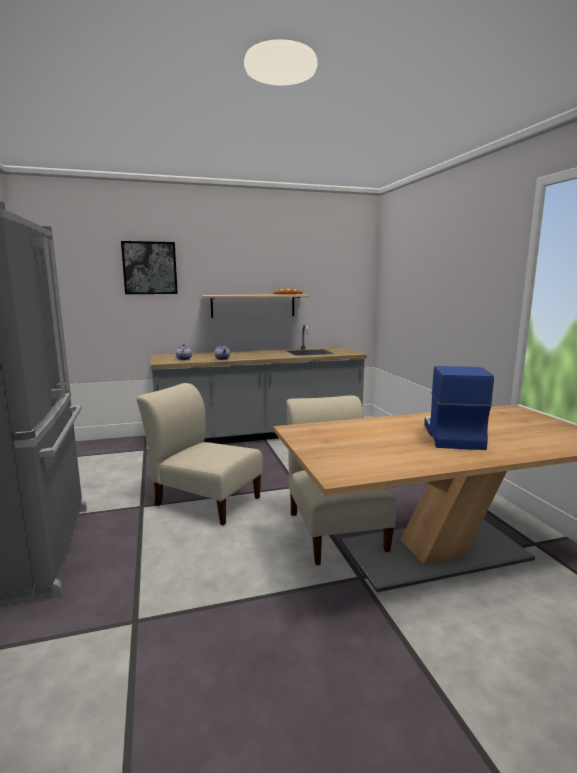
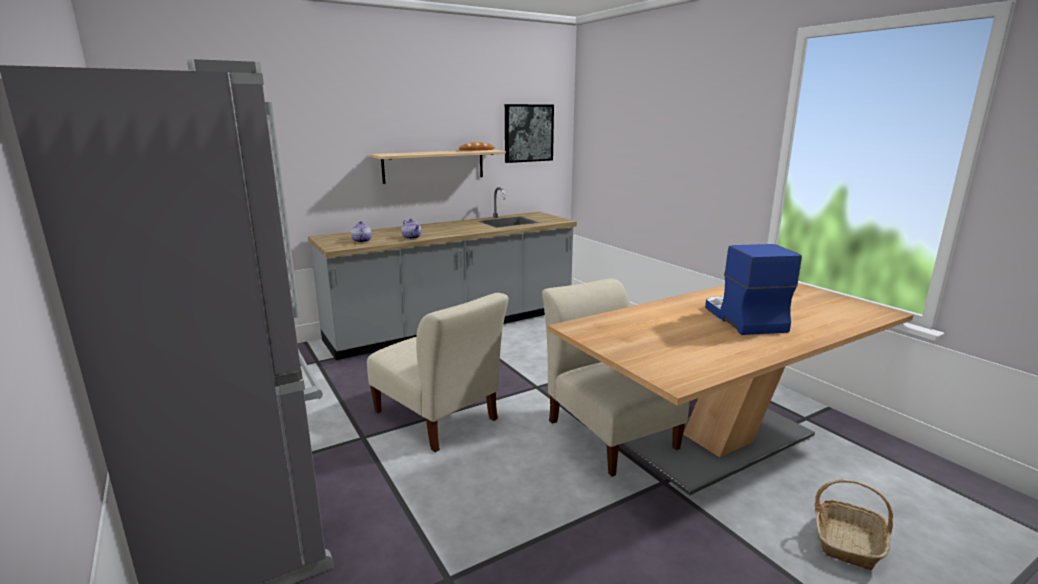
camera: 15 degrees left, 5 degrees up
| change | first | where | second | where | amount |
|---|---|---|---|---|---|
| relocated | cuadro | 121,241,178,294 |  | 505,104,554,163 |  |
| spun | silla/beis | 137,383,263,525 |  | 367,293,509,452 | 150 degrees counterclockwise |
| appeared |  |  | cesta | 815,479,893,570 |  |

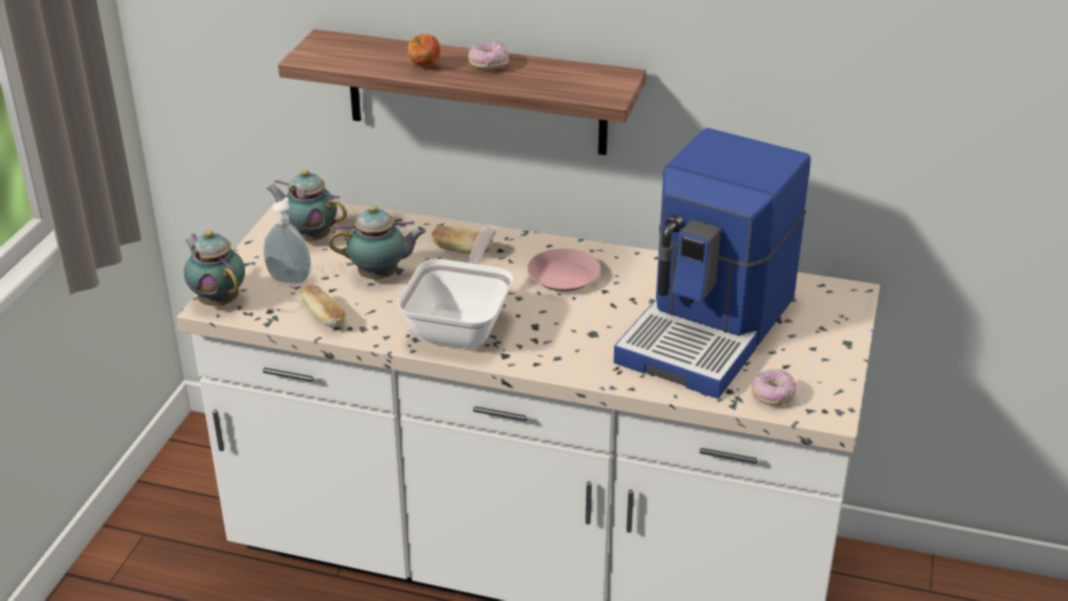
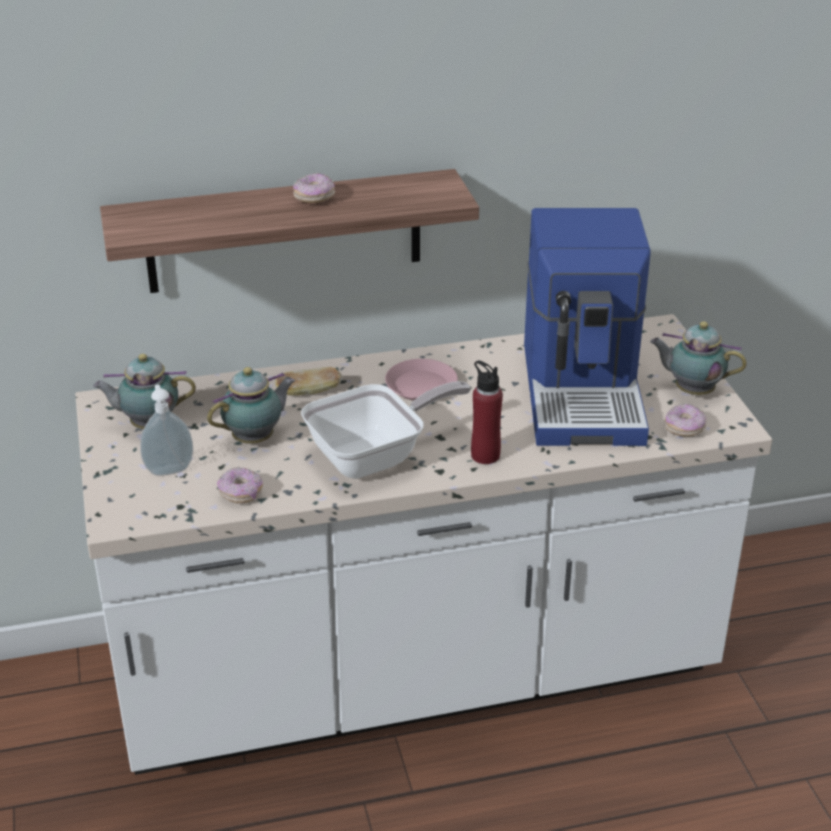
camera: 30 degrees left, 0 degrees up
| change | first | where | second | where | amount |
|---|---|---|---|---|---|
| missing | manzana | 408,34,440,67 |  |  |  |
| spun | sartén | 397,227,513,348 |  | 301,381,471,479 | 75 degrees clockwise |
| relocated | tetera | 184,230,245,306 |  | 650,321,747,395 |  |
| exchanged | pan | 301,285,346,328 | rosquilla | 217,467,263,503 |  |
| appeared |  |  | botella/rojo | 471,361,503,464 |  |

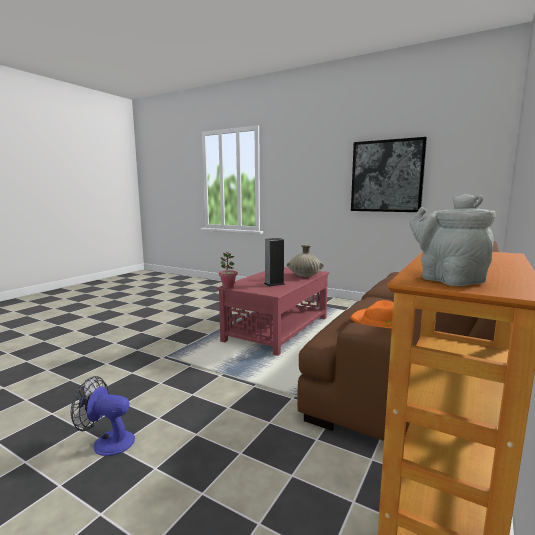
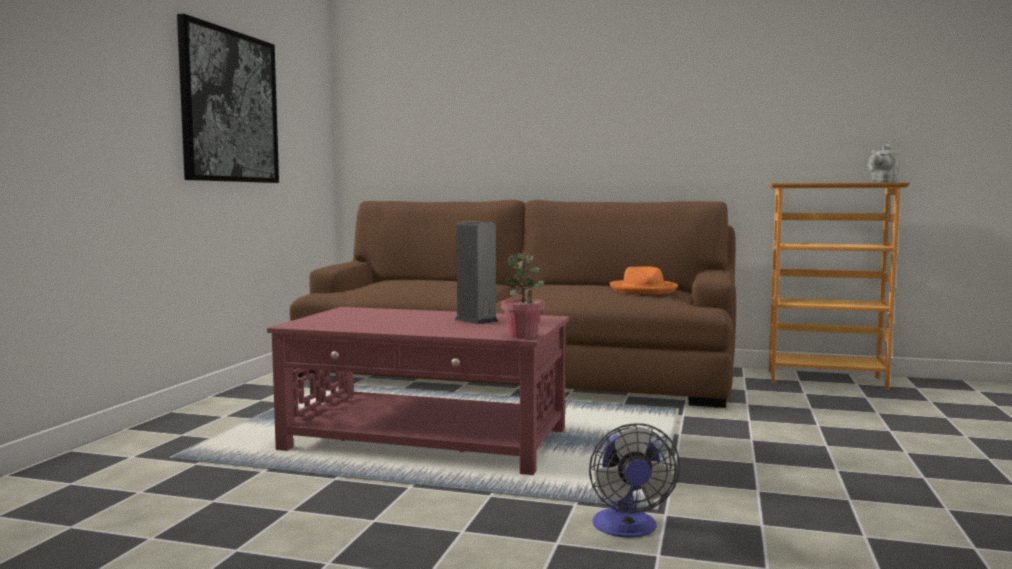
camera: 105 degrees left, 5 degrees down
| change | first | where | second | where | amount |
|---|---|---|---|---|---|
| missing | florero/beis | 287,245,324,277 |  |  |  |
| relocated | ventilador | 71,376,135,456 |  | 589,424,680,538 |  |

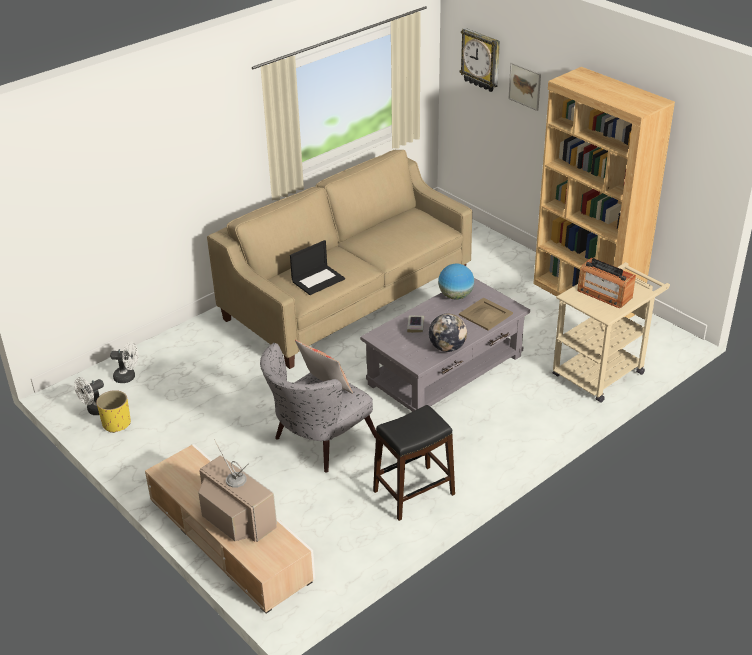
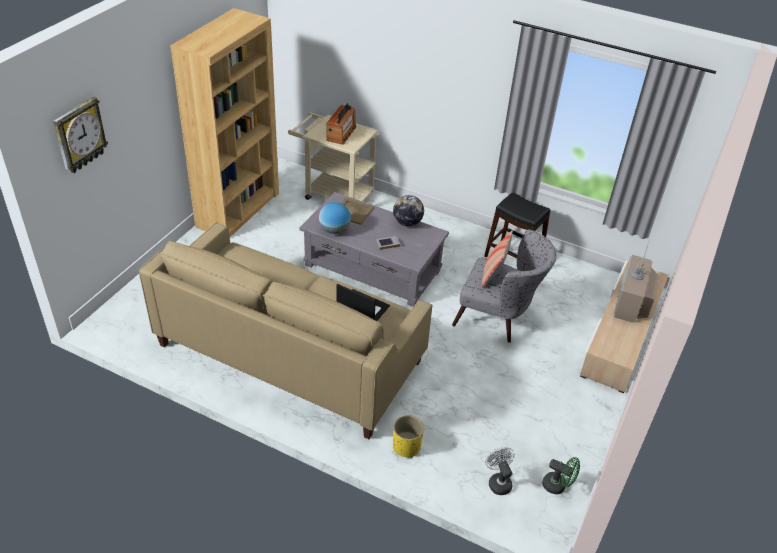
camera: 115 degrees left, 5 degrees up
| change | first | where | second | where | amount |
|---|---|---|---|---|---|
| missing | cuadro | 508,62,541,111 |  |  |  |
| colour | ventilador/blanco | 74,377,104,415 | ventilador/verde | 542,457,580,494 |  |
| relocated | maceta/amarillo | 96,390,131,433 |  | 393,415,424,458 |  |

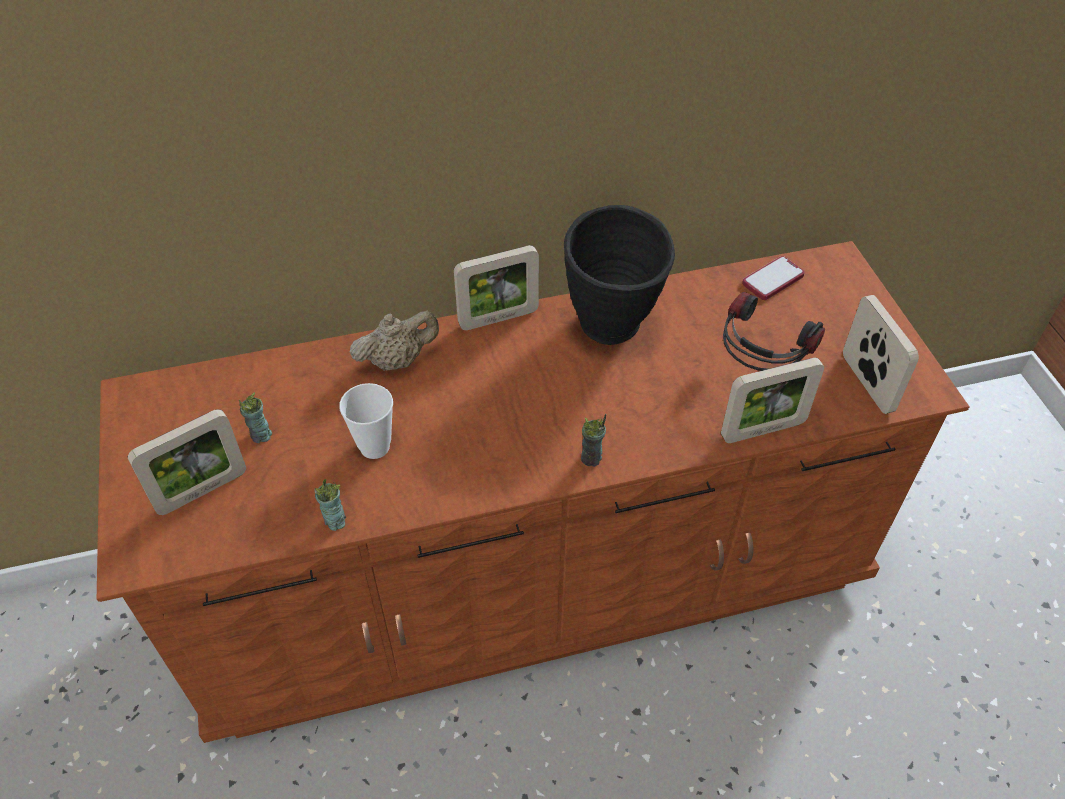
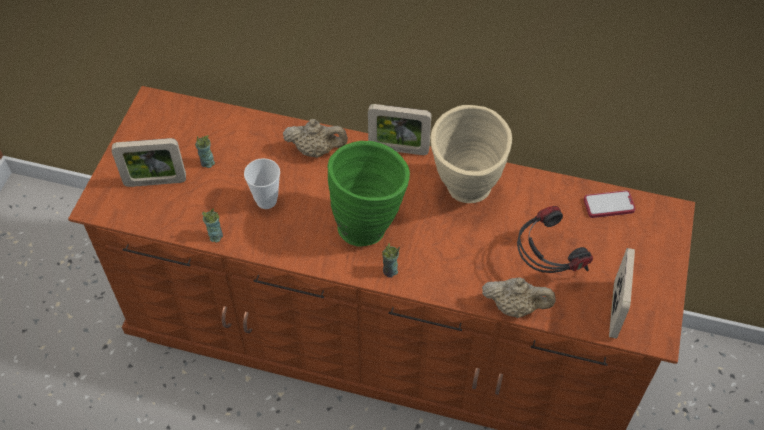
camera: 30 degrees right, 5 degrees up
| change | first | where | second | where | amount |
|---|---|---|---|---|---|
| colour | florero/negro | 564,205,675,345 | florero/beis | 431,105,512,203 |  |
| exchanged | portarretratos | 721,358,824,443 | tetera/beis | 482,278,556,318 |  |
| appeared |  |  | florero/verde | 328,141,410,247 |  |

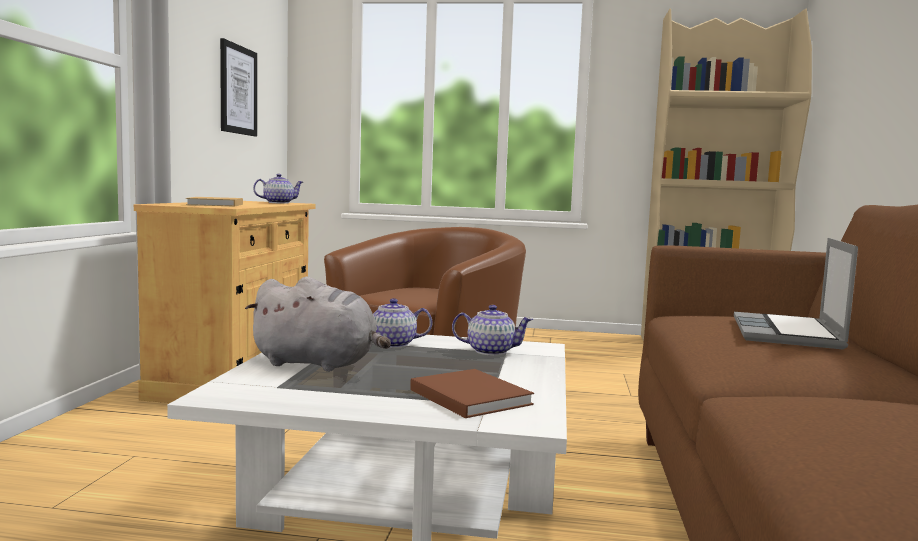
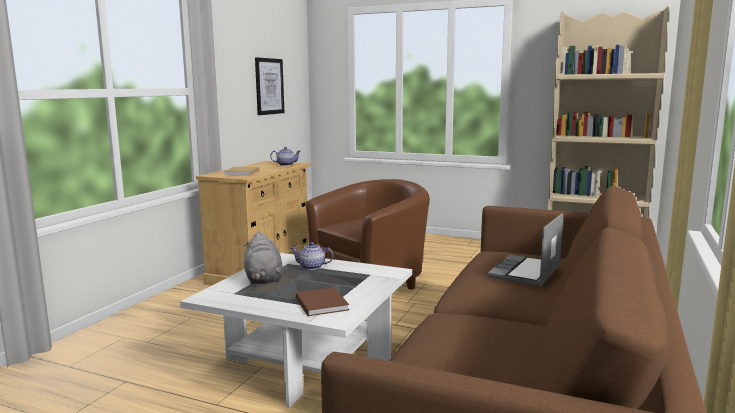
camera: 15 degrees right, 5 degrees up
| change | first | where | second | where | amount |
|---|---|---|---|---|---|
| spun | peluche/gris | 245,277,391,372 |  | 243,232,283,284 | 45 degrees clockwise |
| missing | tetera | 452,305,533,356 |  |  |  |

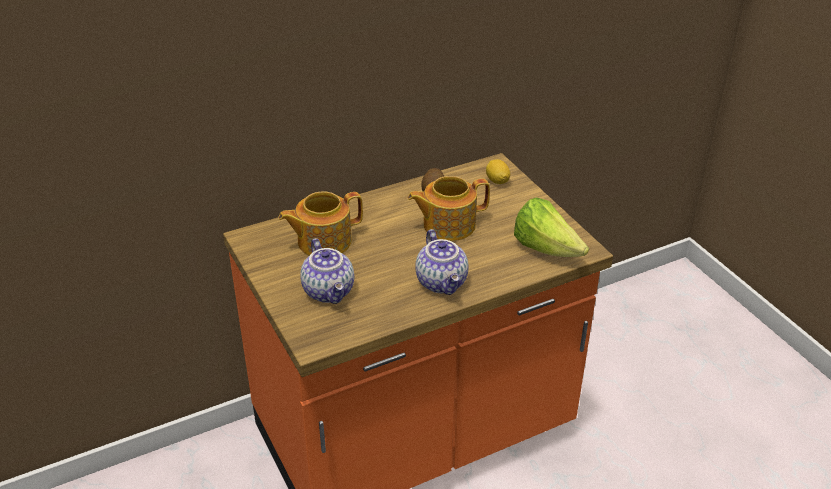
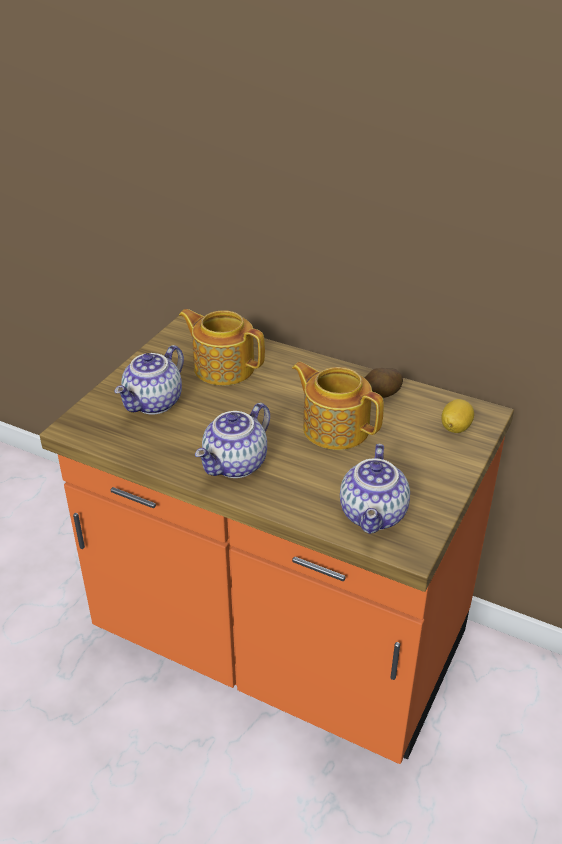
camera: 55 degrees right, 0 degrees up
| change | first | where | second | where | amount |
|---|---|---|---|---|---|
| exchanged | lechuga | 514,198,589,257 | tetera | 340,444,410,534 |  |

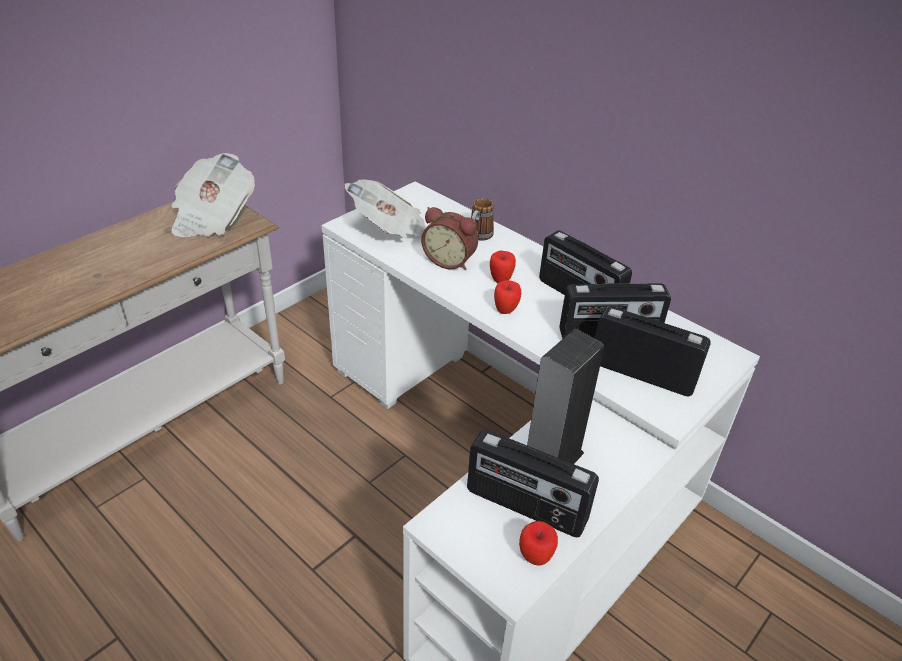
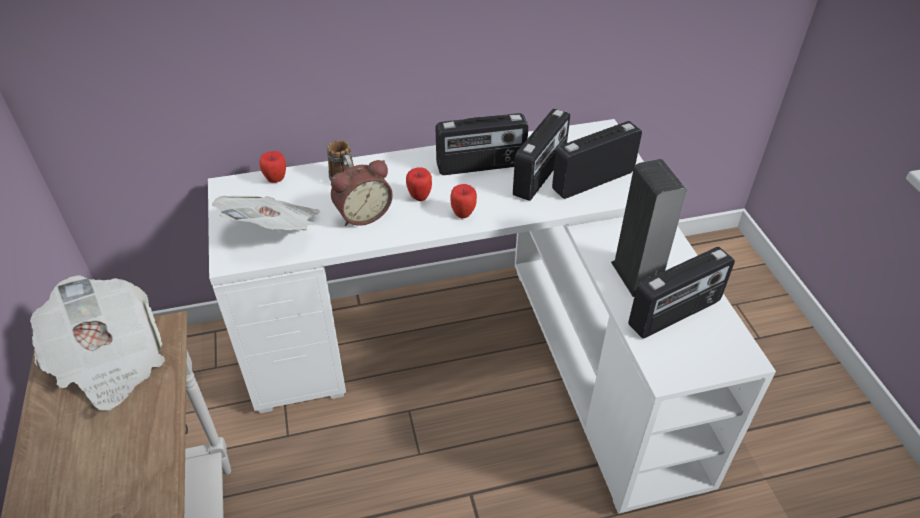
camera: 55 degrees left, 5 degrees up
| change | first | where | second | where | amount |
|---|---|---|---|---|---|
| relocated | manzana | 519,521,558,566 |  | 259,151,286,183 |  |

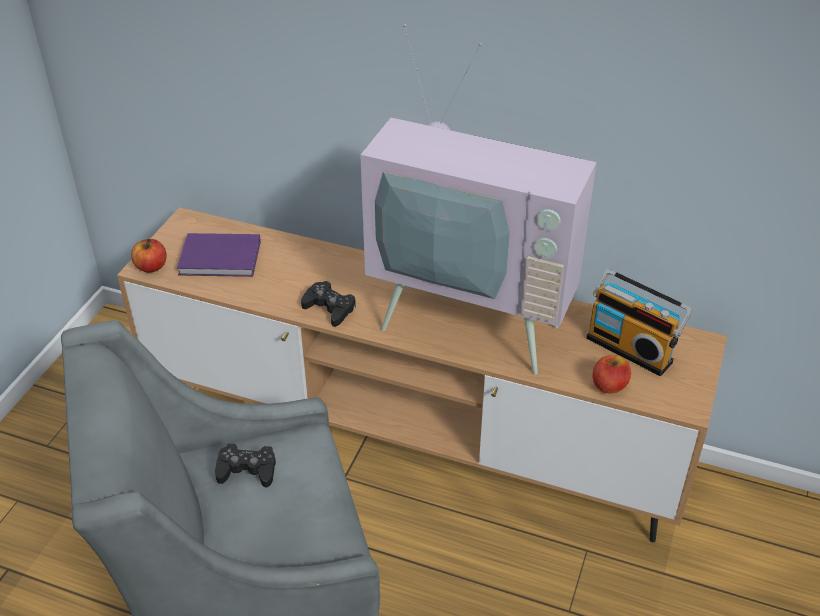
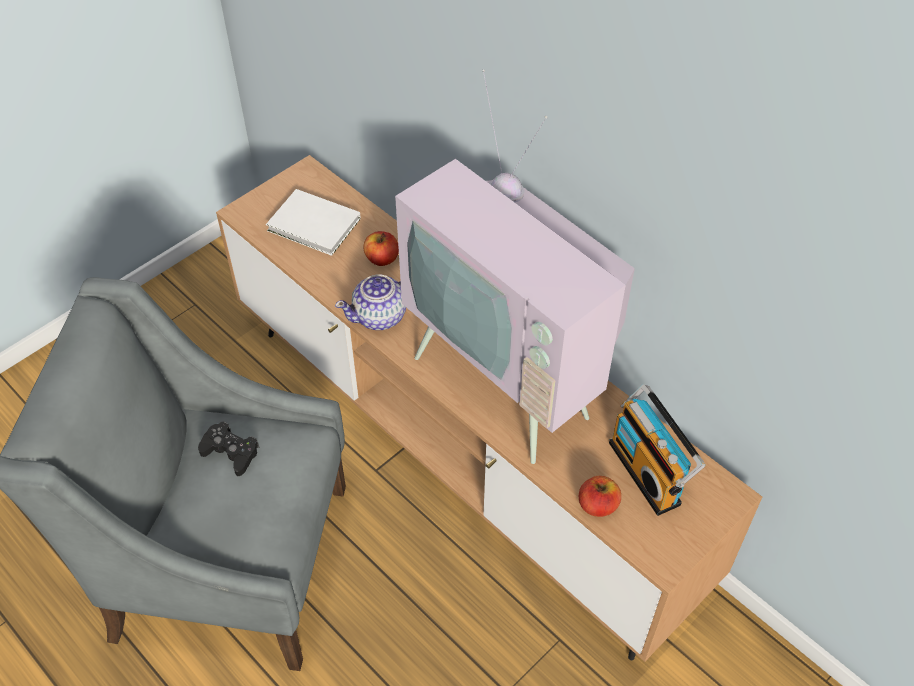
camera: 25 degrees right, 10 degrees up
| change | first | where | second | where | amount |
|---|---|---|---|---|---|
| colour | libro/morado | 177,233,261,277 | libro/blanco | 266,189,361,256 |  |
| relocated | manzana | 131,239,167,273 |  | 363,231,399,266 |  |
| exchanged | mando de consola/negro | 301,281,356,327 | tetera | 335,274,406,330 |  |

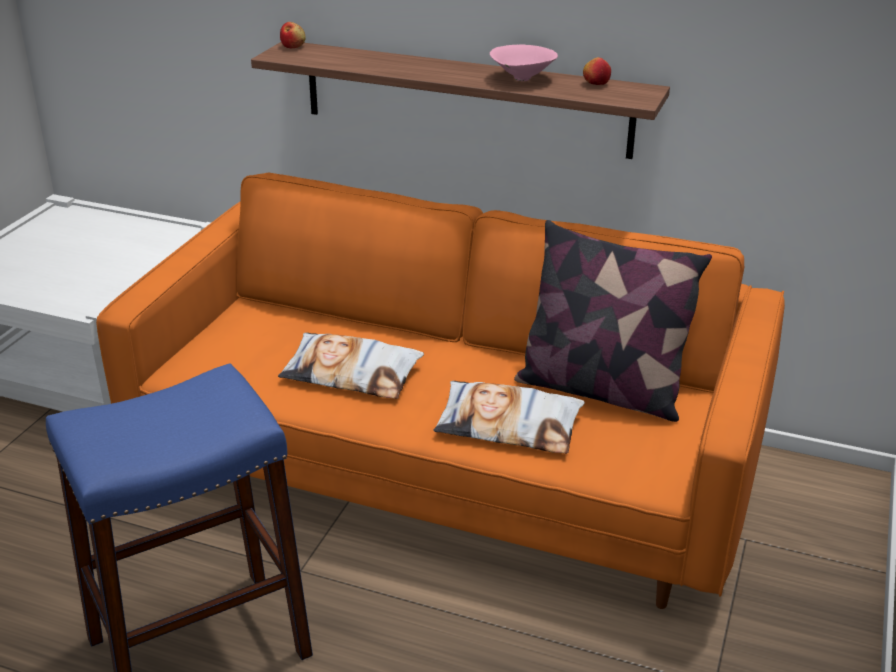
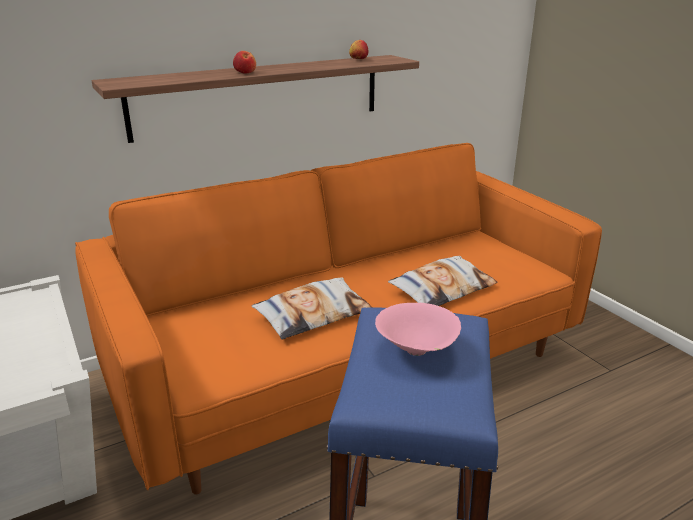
camera: 50 degrees left, 5 degrees down
| change | first | where | second | where | amount |
|---|---|---|---|---|---|
| relocated | manzana | 280,22,306,48 |  | 233,51,256,74 |  |
| relocated | cuenco/rosa | 490,45,558,81 |  | 375,303,461,356 |  |
| missing | cojín | 514,220,712,422 |  |  |  |

